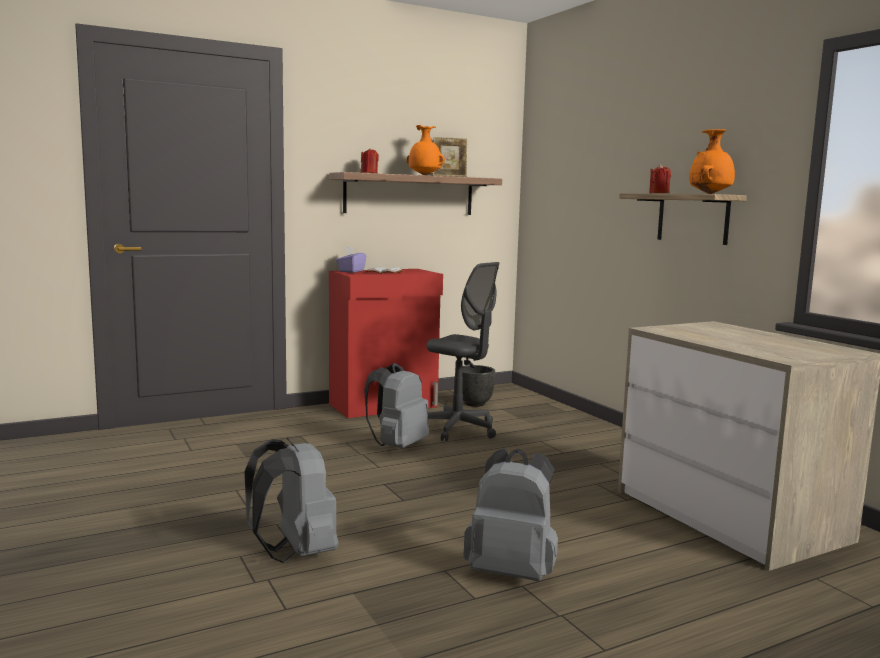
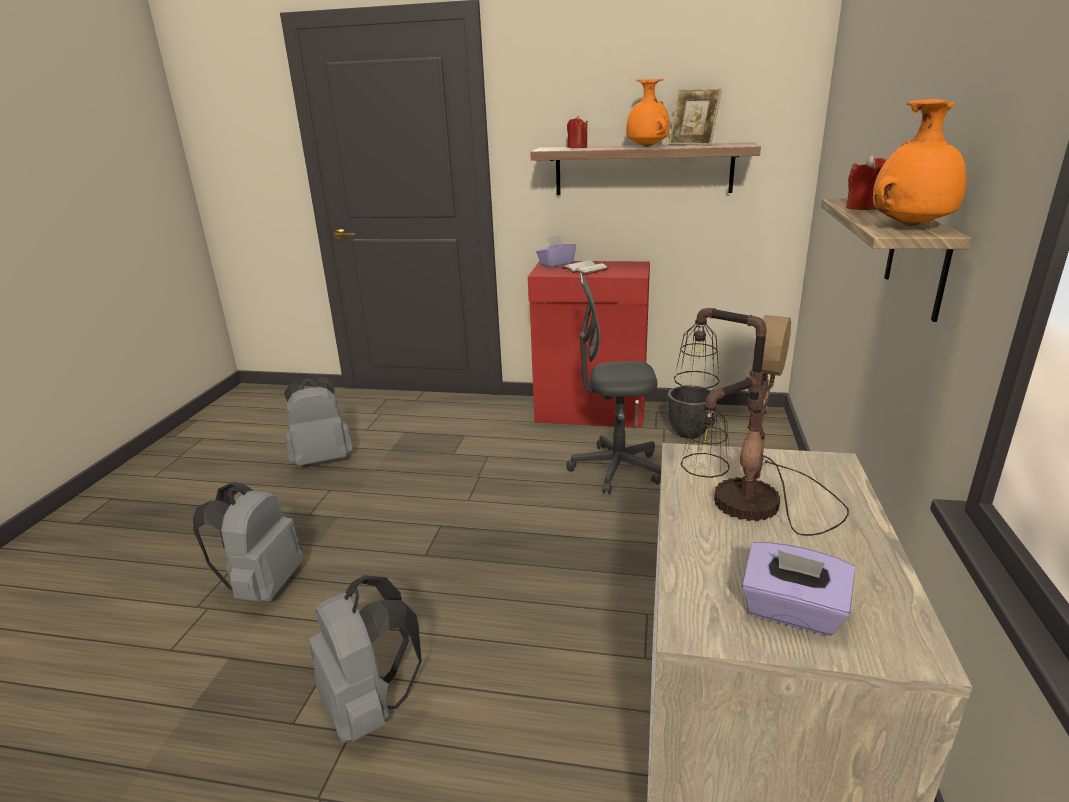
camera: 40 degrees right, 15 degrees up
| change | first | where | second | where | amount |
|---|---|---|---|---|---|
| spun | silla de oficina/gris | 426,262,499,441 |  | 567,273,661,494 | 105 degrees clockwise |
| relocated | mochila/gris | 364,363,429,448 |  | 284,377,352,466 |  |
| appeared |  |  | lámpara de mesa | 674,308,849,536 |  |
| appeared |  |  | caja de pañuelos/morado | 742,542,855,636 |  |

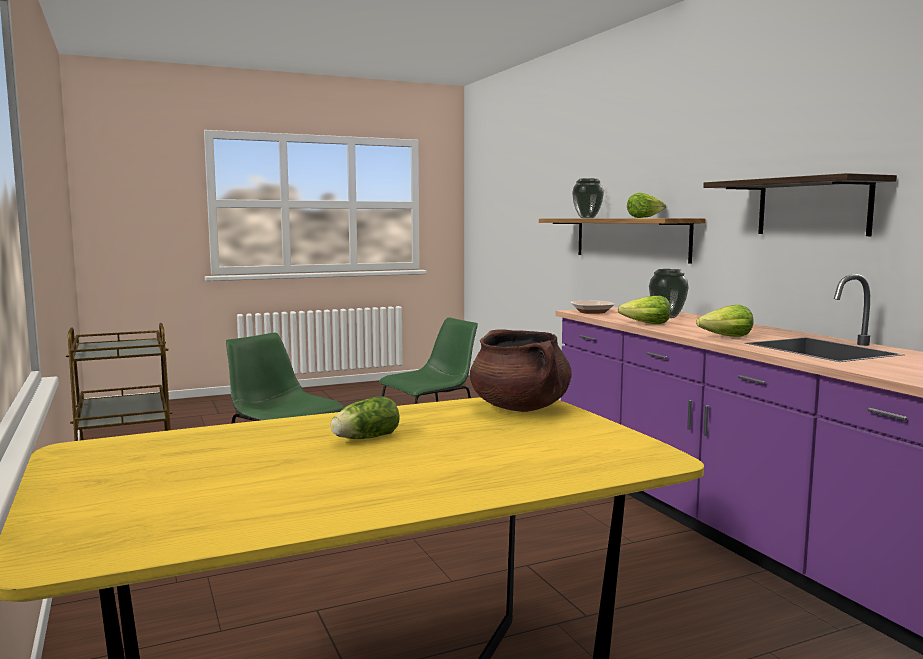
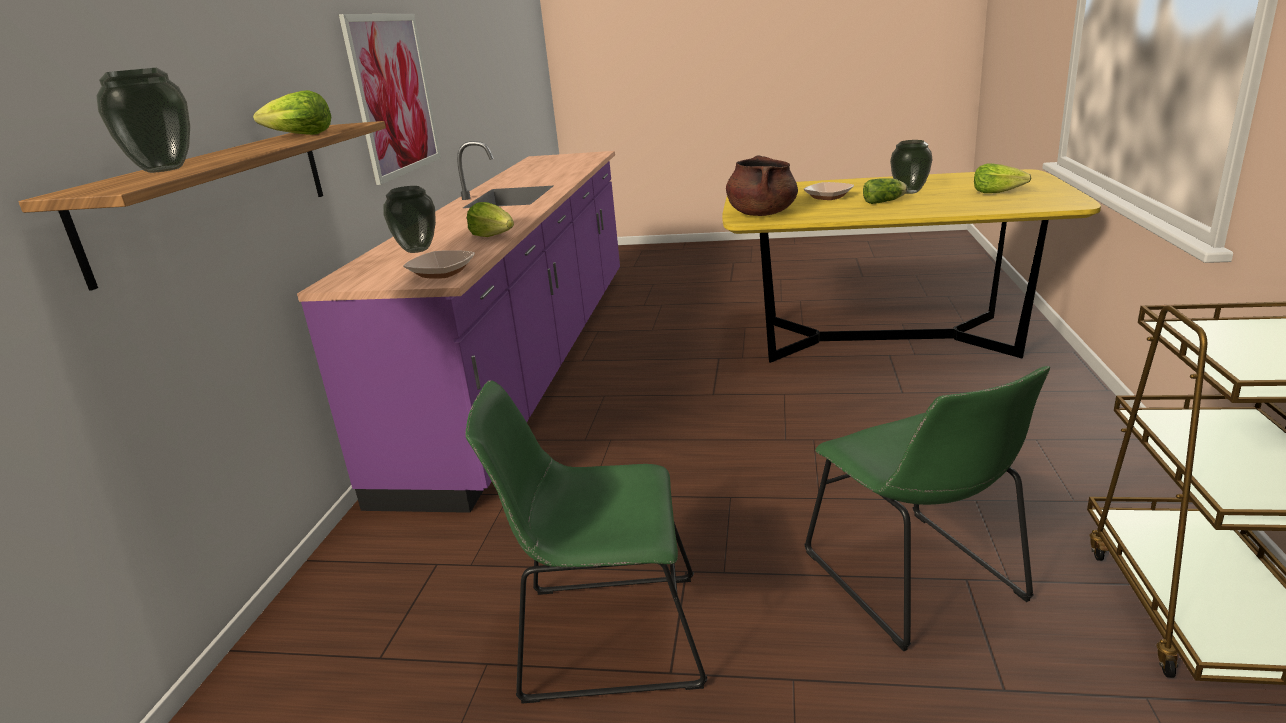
camera: 145 degrees left, 15 degrees up
| change | first | where | second | where | amount |
|---|---|---|---|---|---|
| exchanged | estante | 703,173,897,236 | cuadro | 339,14,441,185 |  |
| relocated | lechuga | 696,305,754,337 |  | 974,163,1031,193 |  |
| appeared |  |  | florero | 890,140,933,194 |  |
| appeared |  |  | cuenco | 803,182,854,200 |  |

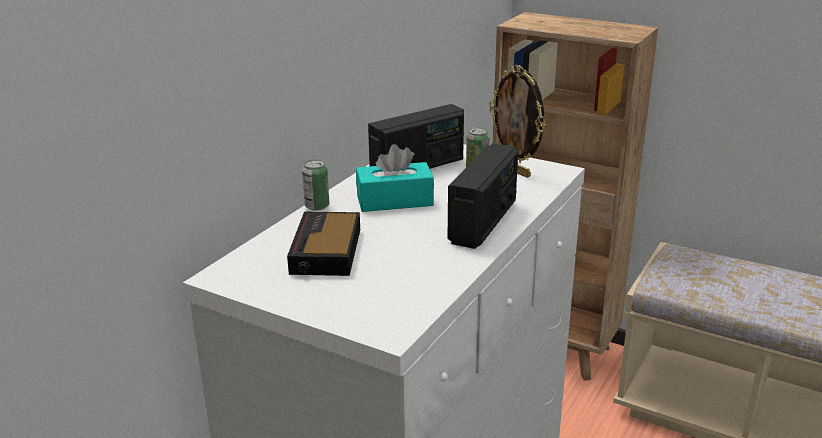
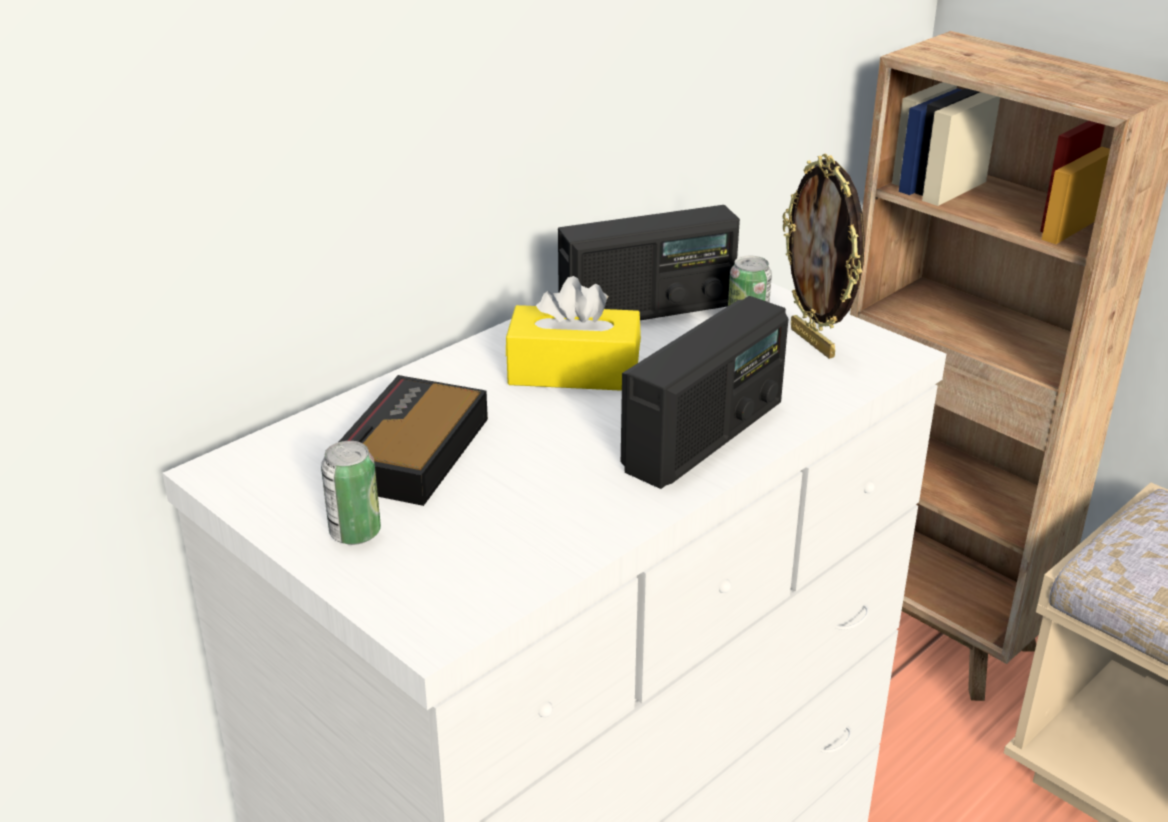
camera: 15 degrees right, 5 degrees up
| change | first | where | second | where | amount |
|---|---|---|---|---|---|
| colour | caja de pañuelos/turquesa | 356,144,434,212 | caja de pañuelos/amarillo | 506,276,641,391 |  |
| relocated | lata | 302,160,329,211 |  | 321,441,381,545 |  |

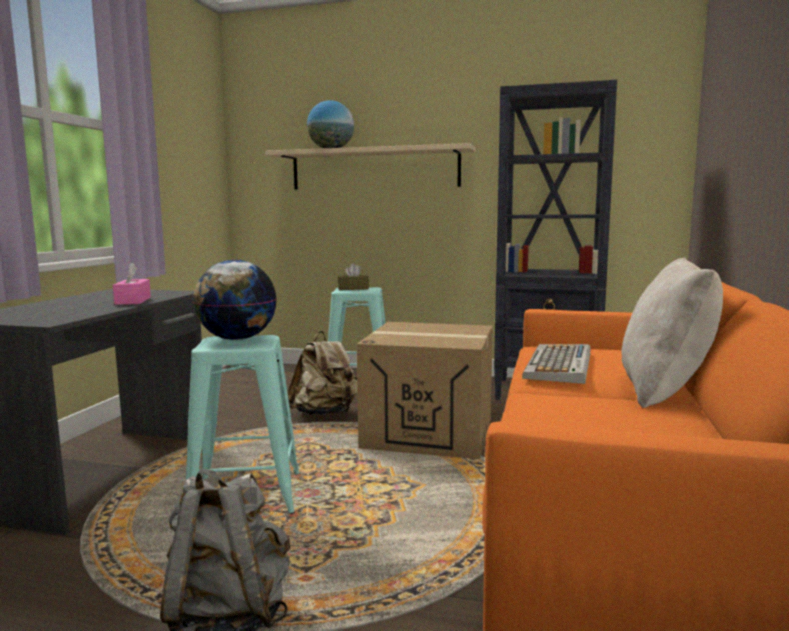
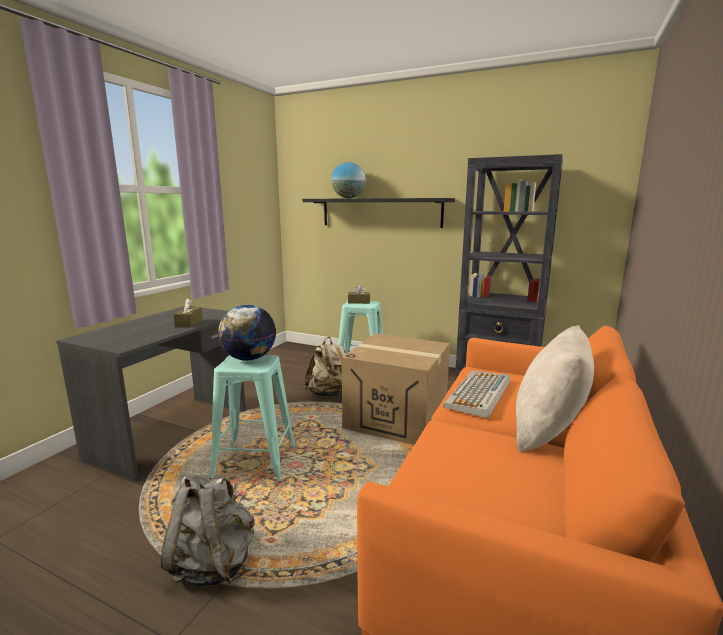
camera: 10 degrees right, 5 degrees up
| change | first | where | second | where | amount |
|---|---|---|---|---|---|
| colour | estante/beis | 265,143,476,190 | estante/negro | 302,198,455,228 |  |
| colour | caja de pañuelos/rosa | 113,263,151,305 | caja de pañuelos/marrón | 173,298,203,328 |  |

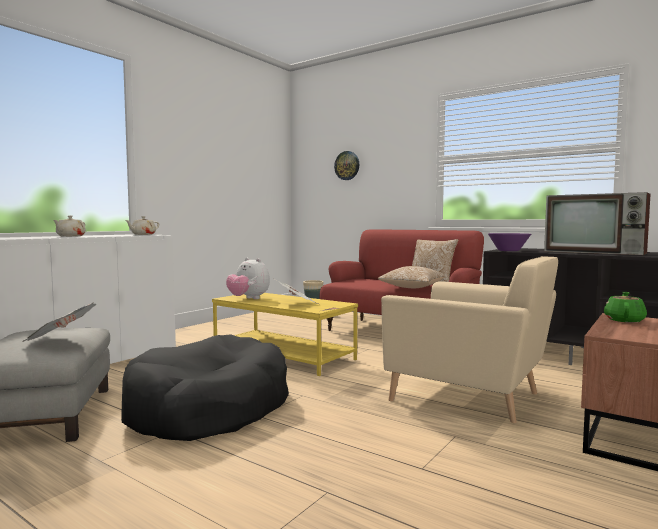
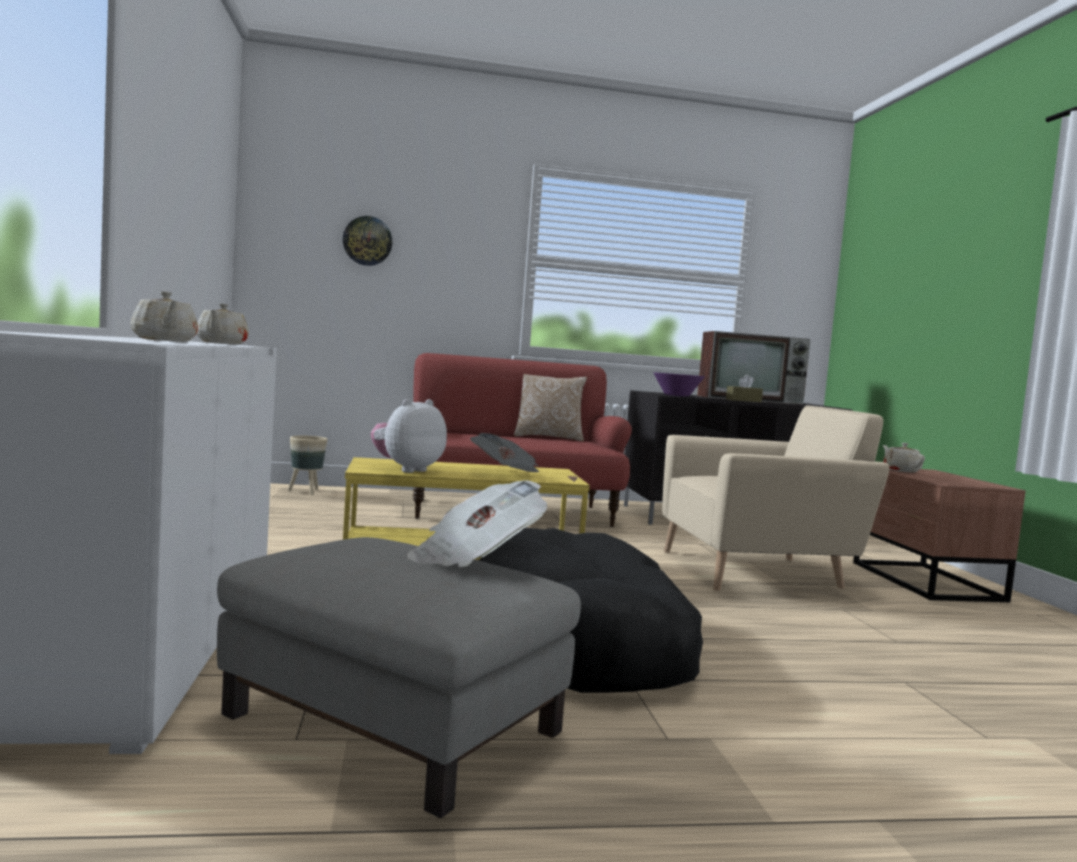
camera: 45 degrees left, 0 degrees up
| change | first | where | second | where | amount |
|---|---|---|---|---|---|
| spun | peluche | 226,258,270,299 |  | 371,399,447,473 | 135 degrees clockwise |
| missing | cojín | 378,266,445,288 |  |  |  |
| colour | tetera/verde | 604,292,647,323 | tetera/beis | 883,443,925,472 |  |
| appeared |  |  | caja de pañuelos/marrón | 726,374,763,402 |  |

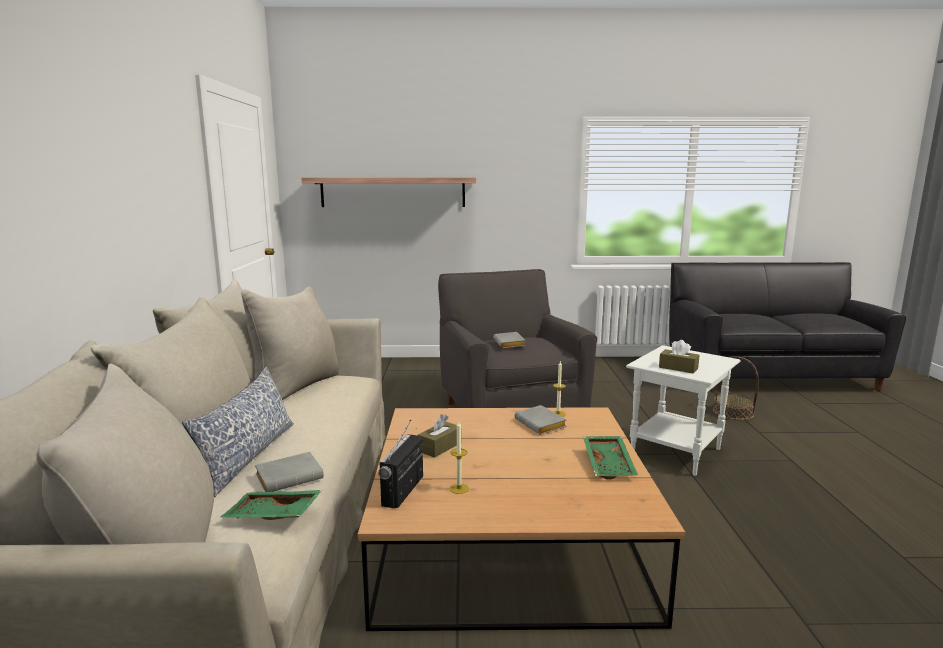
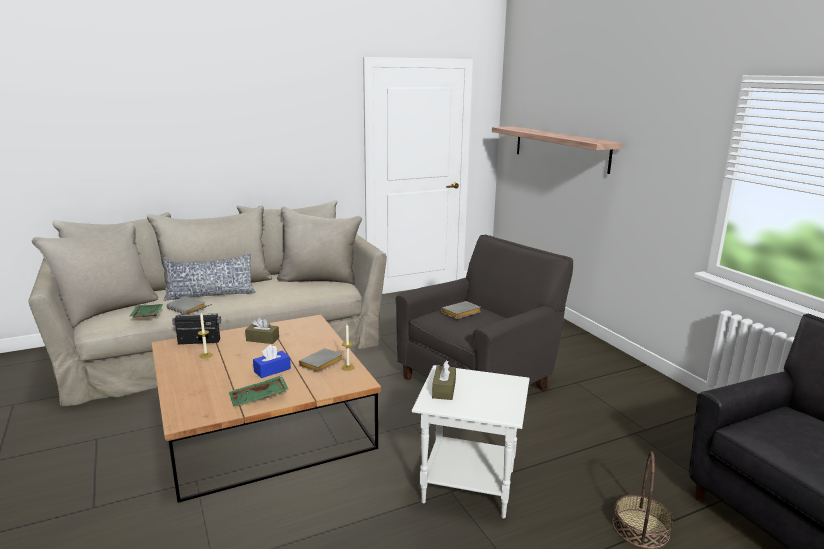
camera: 65 degrees right, 5 degrees up
| change | first | where | second | where | amount |
|---|---|---|---|---|---|
| appeared |  |  | caja de pañuelos/azul | 253,345,291,378 |  |

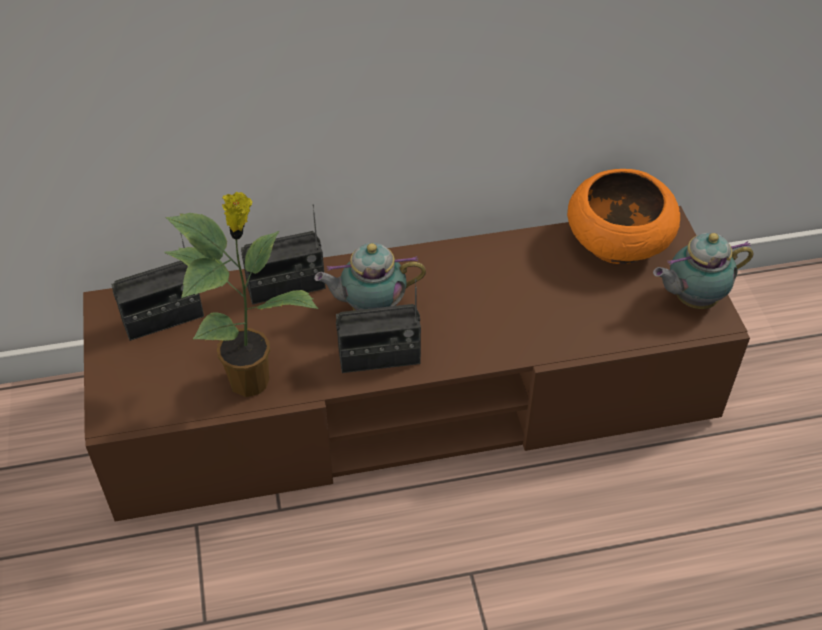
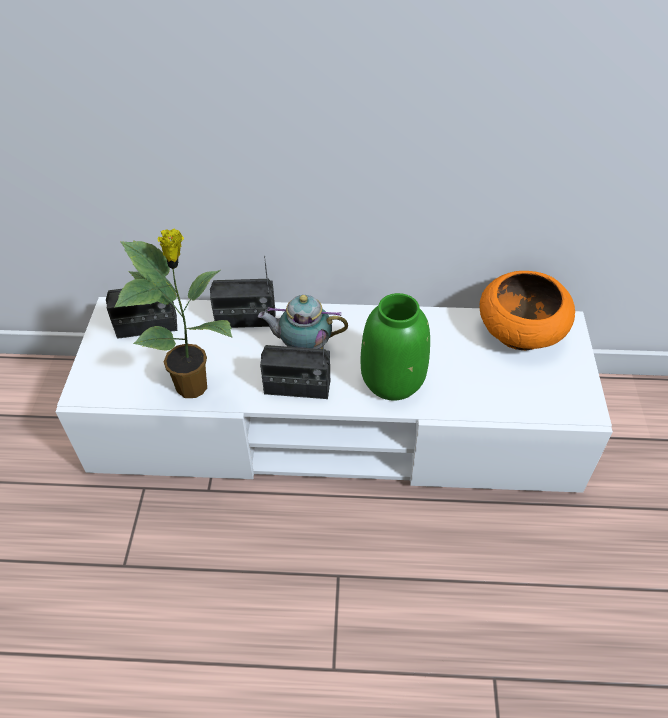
camera: 15 degrees right, 0 degrees up
| change | first | where | second | where | amount |
|---|---|---|---|---|---|
| colour | mueble de televisión/marrón | 83,206,750,522 | mueble de televisión/blanco | 55,297,613,493 |  |
| missing | tetera | 653,233,753,309 |  |  |  |
| appeared |  |  | florero/verde | 361,293,430,401 |  |

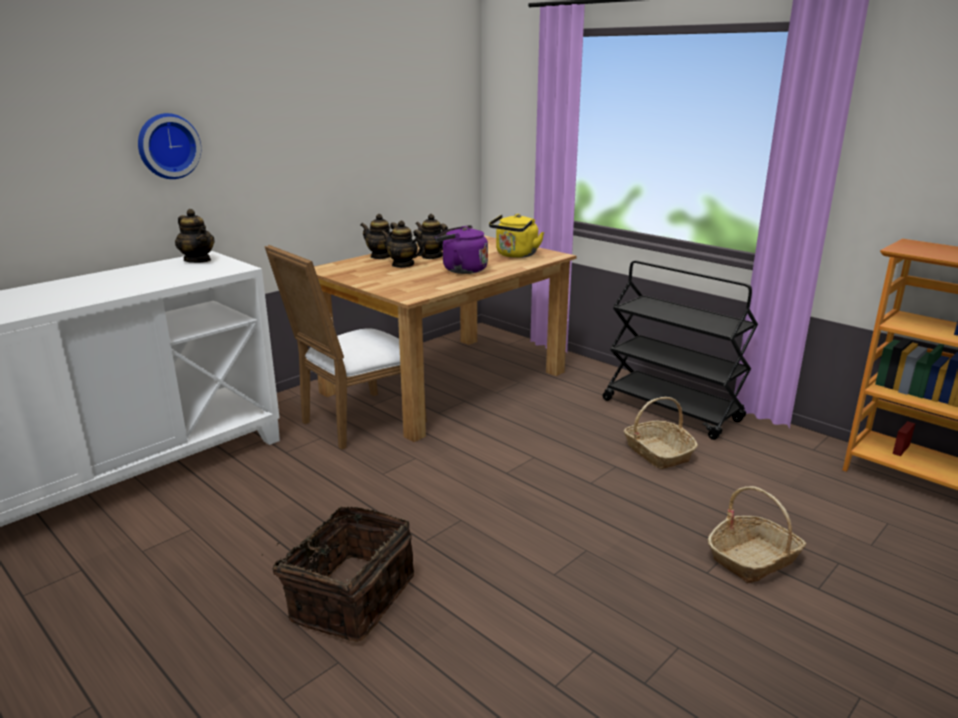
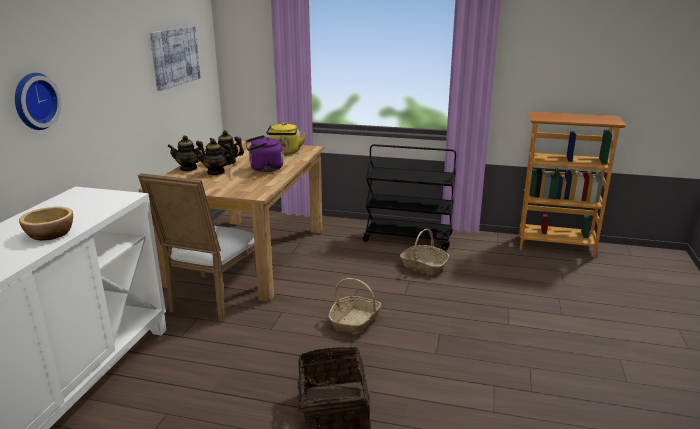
camera: 30 degrees left, 0 degrees up
| change | first | where | second | where | amount |
|---|---|---|---|---|---|
| missing | tetera | 175,209,215,263 |  |  |  |
| relocated | cesta | 708,486,806,583 |  | 328,278,381,336 |  |
| appeared |  |  | cuadro | 150,26,201,91 |  |
| appeared |  |  | cuenco | 19,207,73,241 |  |

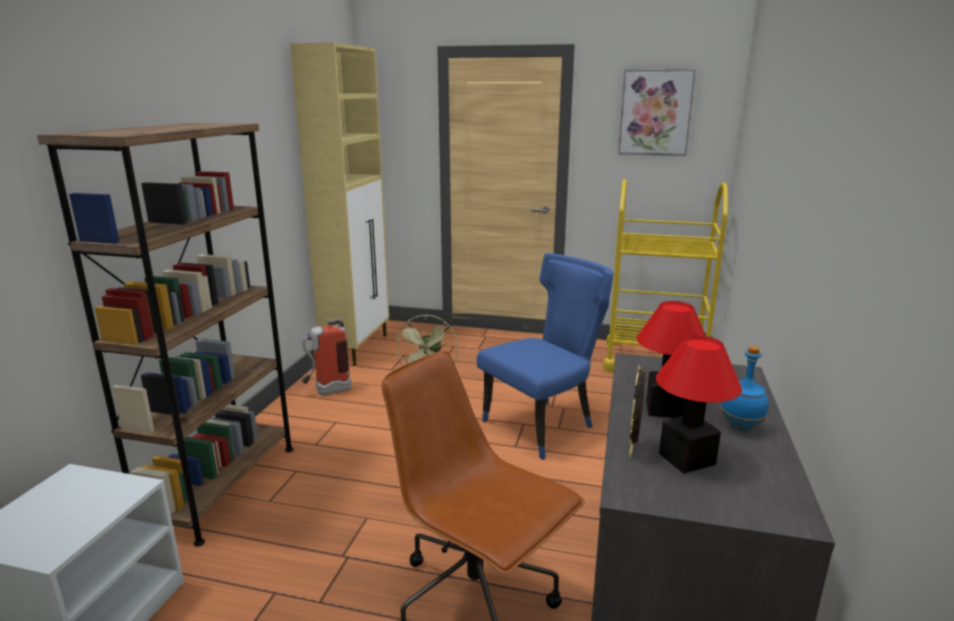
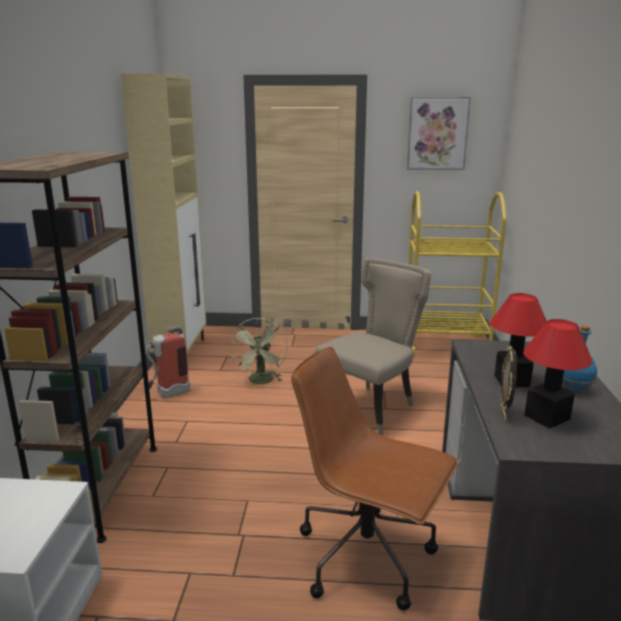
camera: 10 degrees left, 0 degrees up
| change | first | where | second | where | amount |
|---|---|---|---|---|---|
| colour | silla/azul | 477,253,614,460 | silla/beis | 315,258,431,436 |  |

